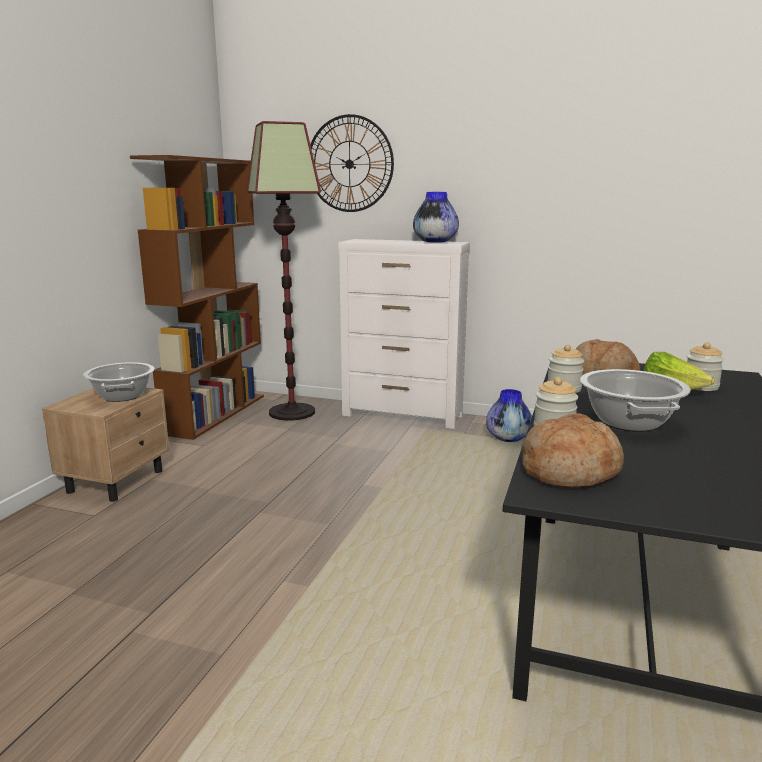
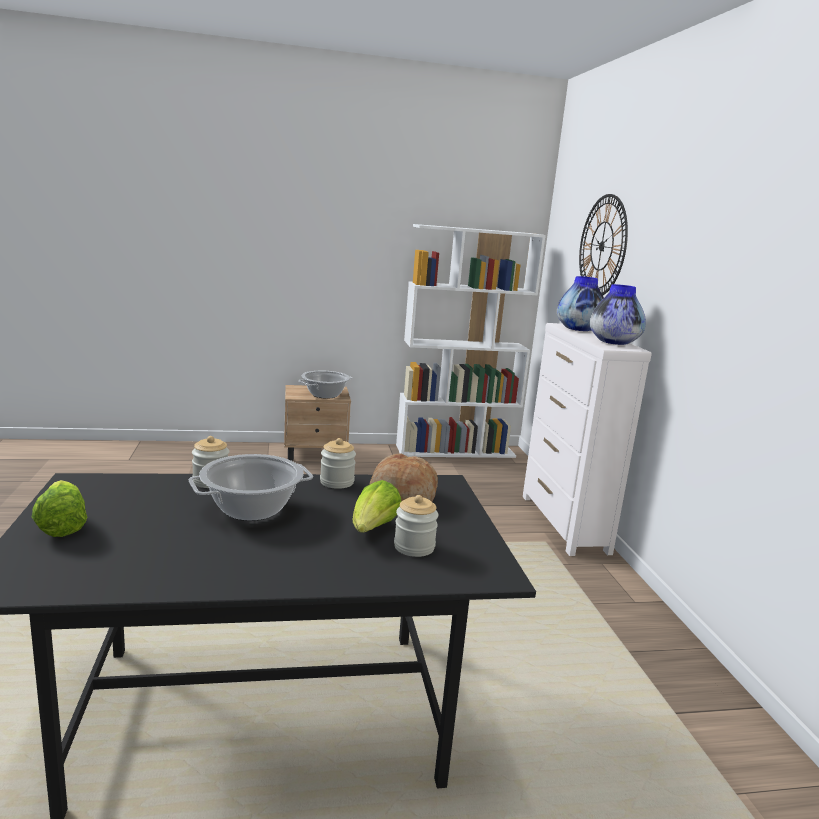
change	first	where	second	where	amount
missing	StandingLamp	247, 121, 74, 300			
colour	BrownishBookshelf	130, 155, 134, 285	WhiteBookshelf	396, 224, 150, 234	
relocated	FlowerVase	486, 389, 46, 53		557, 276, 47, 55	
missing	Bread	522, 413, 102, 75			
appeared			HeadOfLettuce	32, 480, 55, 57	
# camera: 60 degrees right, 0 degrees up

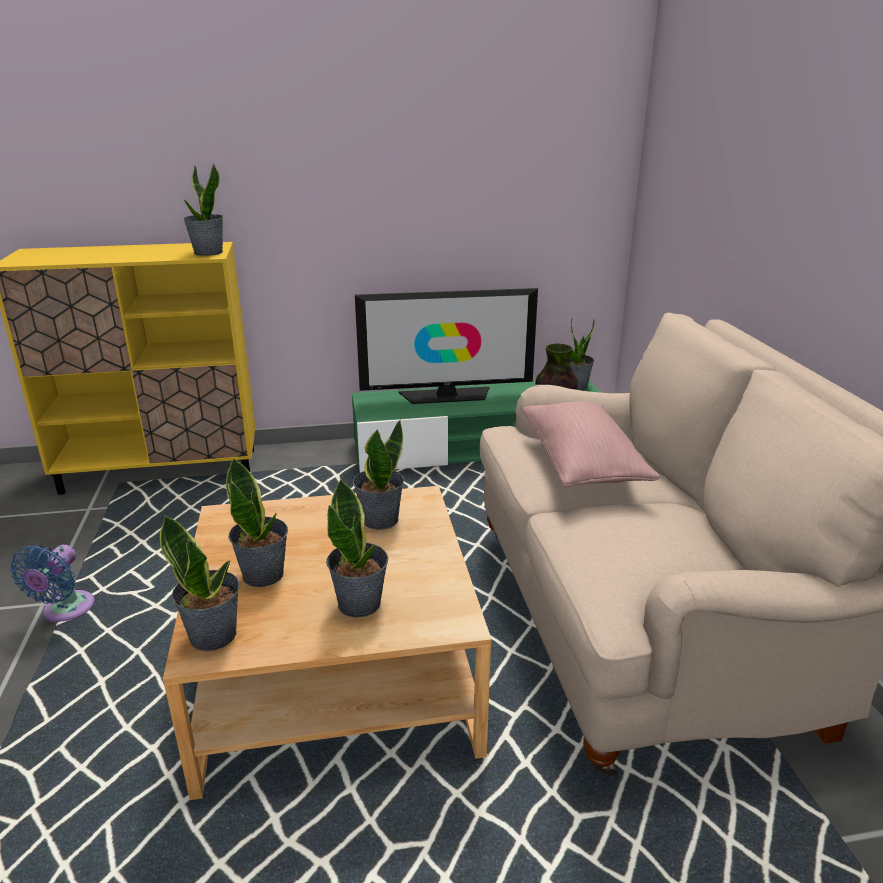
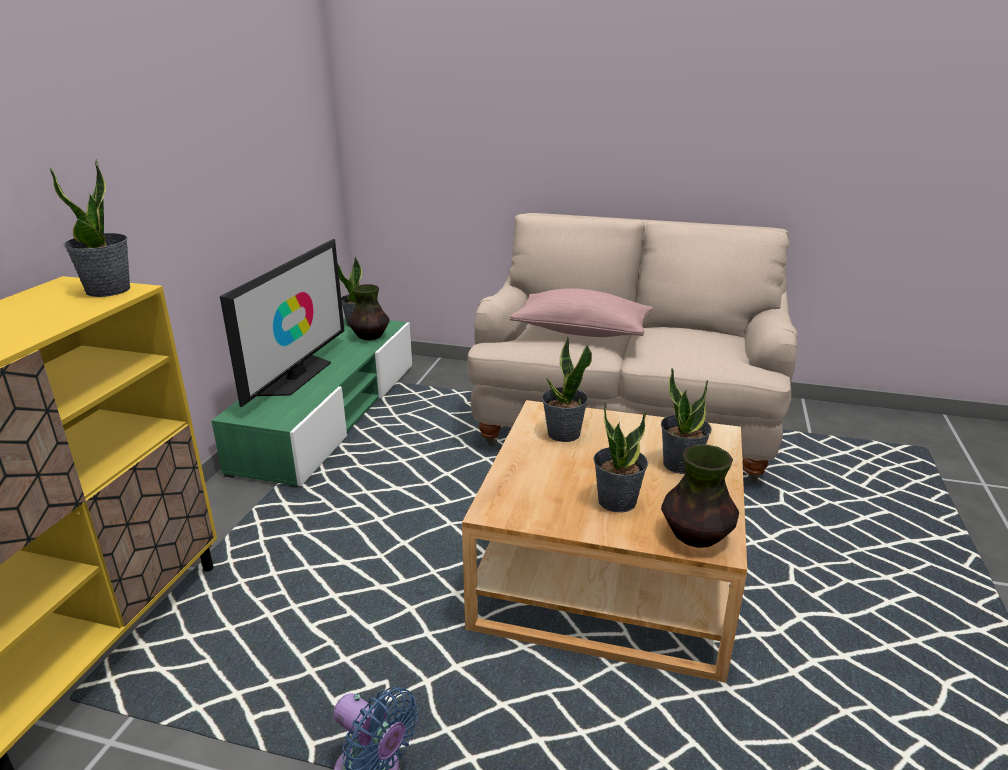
change	first	where	second	where	amount
exchanged	Houseplant	160, 515, 80, 136	FlowerVase	661, 444, 78, 104	
# camera: 65 degrees left, 0 degrees up

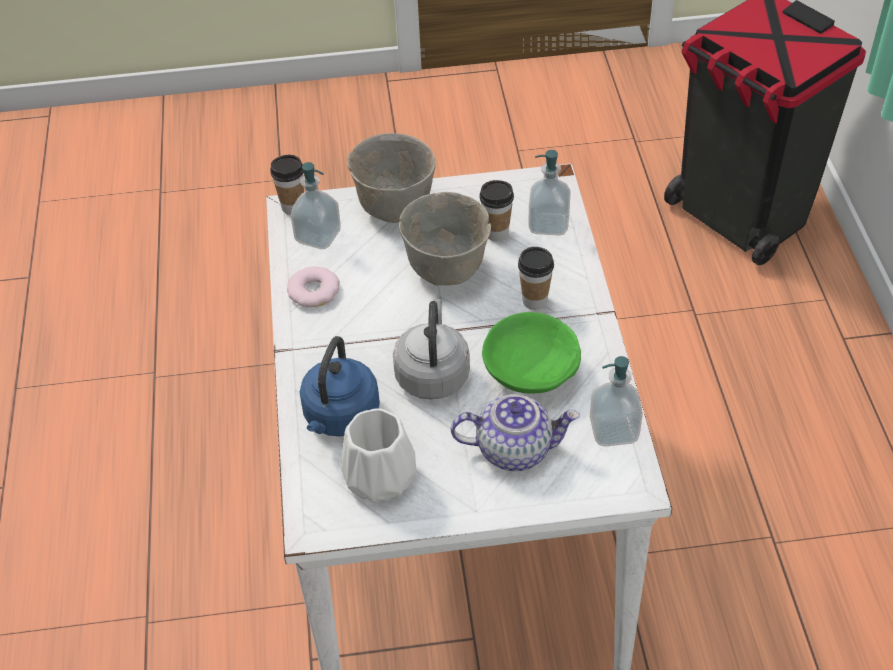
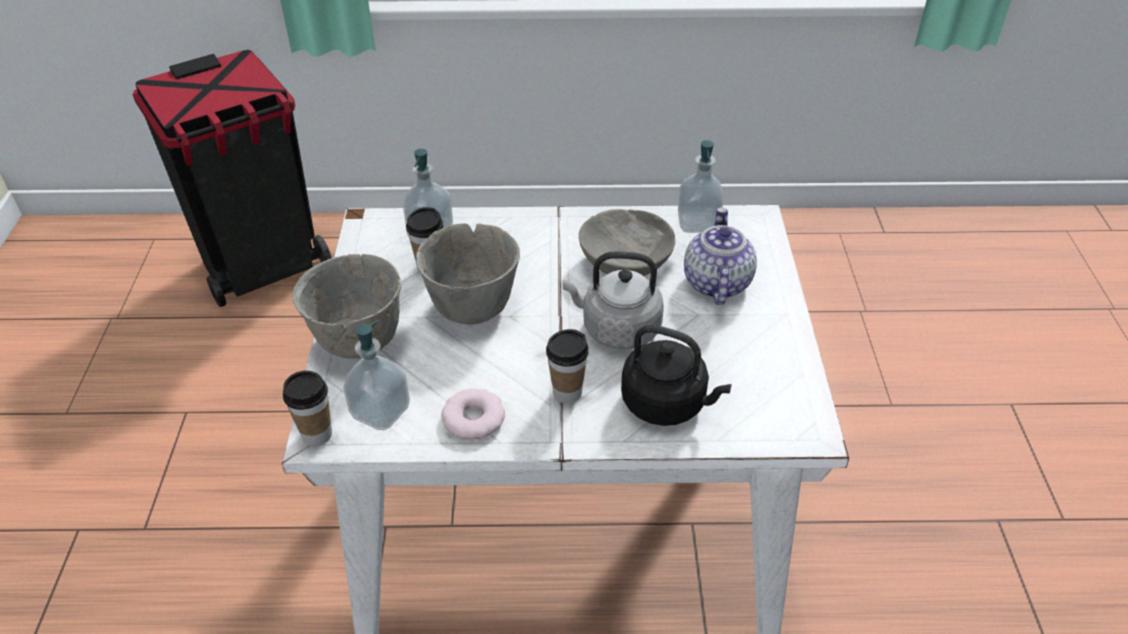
change	first	where	second	where	amount
relocated	SmallCup	518, 247, 36, 63		546, 329, 42, 75	
colour	GreenBowl	482, 312, 99, 82	GreyishBowl	579, 209, 96, 67	
colour	BlueKettle	300, 336, 80, 100	BlackKettle	621, 325, 111, 101	
missing	WhiteFlowerVase	341, 408, 76, 95			
# camera: 85 degrees left, 5 degrees down

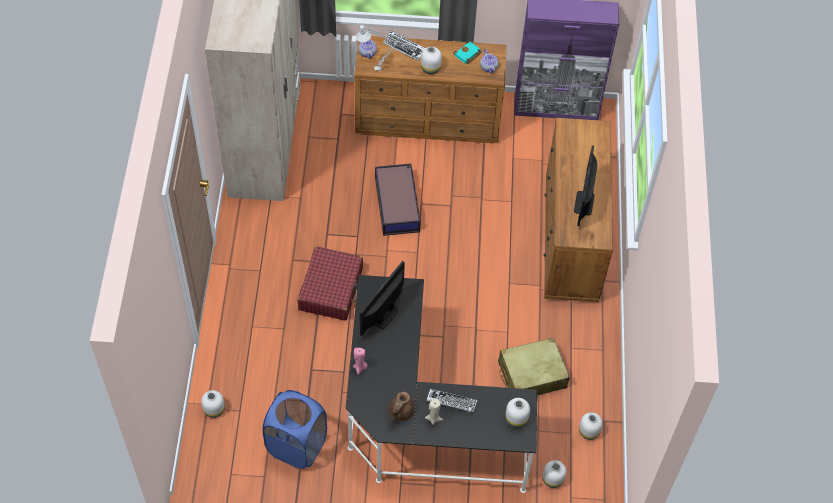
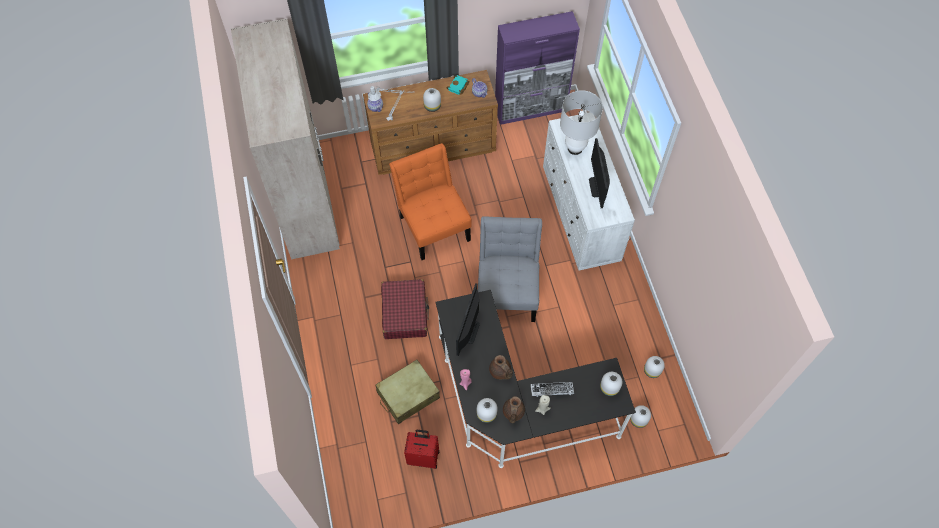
change	first	where	second	where	amount
missing	PcKeyboard	383, 31, 42, 30			
colour	BrownishChestOfDrawers	544, 118, 69, 184	WhiteChestOfDrawers	543, 112, 92, 159	
exchanged	StorageBin	375, 164, 46, 72	OrangeColouredPlainChair	389, 143, 83, 117	
relocated	SandColouredTravelCase	498, 338, 72, 57		375, 360, 65, 64	
relocated	WhiteFlowerVase	201, 390, 24, 28		477, 398, 21, 25	
exchanged	BlueHamper	263, 390, 64, 79	ReddishTravelCase	404, 430, 35, 39	
appeared			WhiteLampForATable	560, 90, 43, 65	
appeared			GreyishPlainChair	478, 216, 64, 106	
appeared			BrownishPotForTea	489, 355, 24, 24	
# camera: 15 degrees left, 5 degrees up

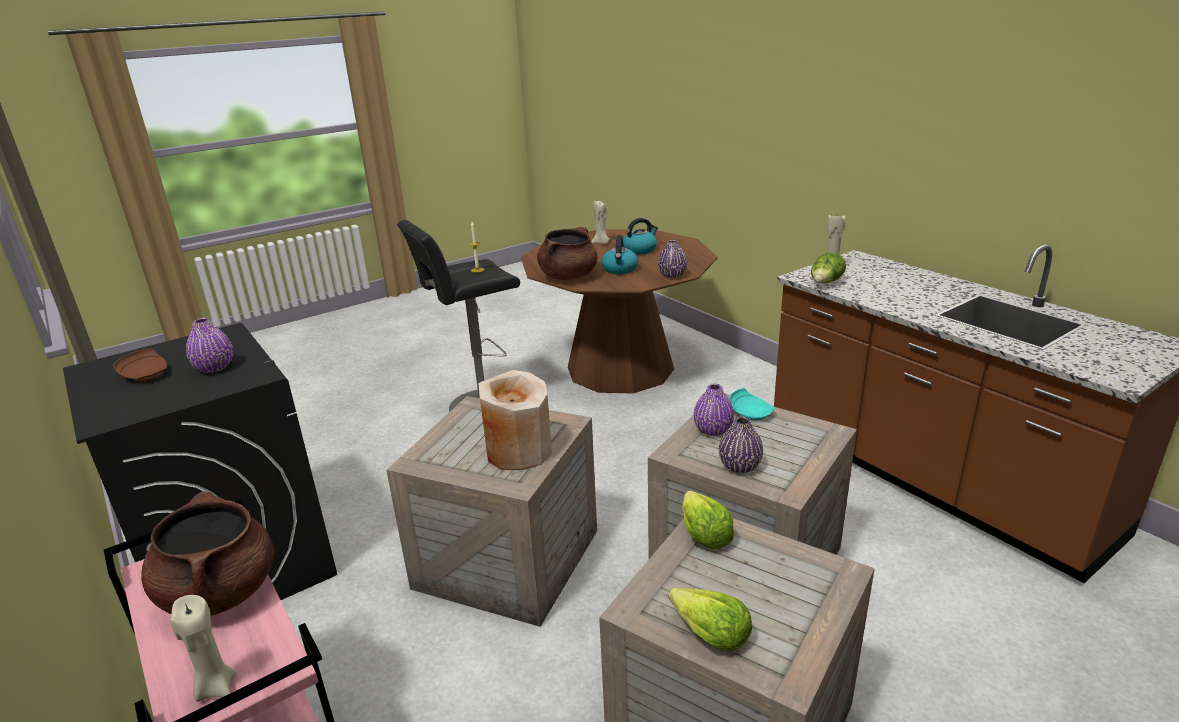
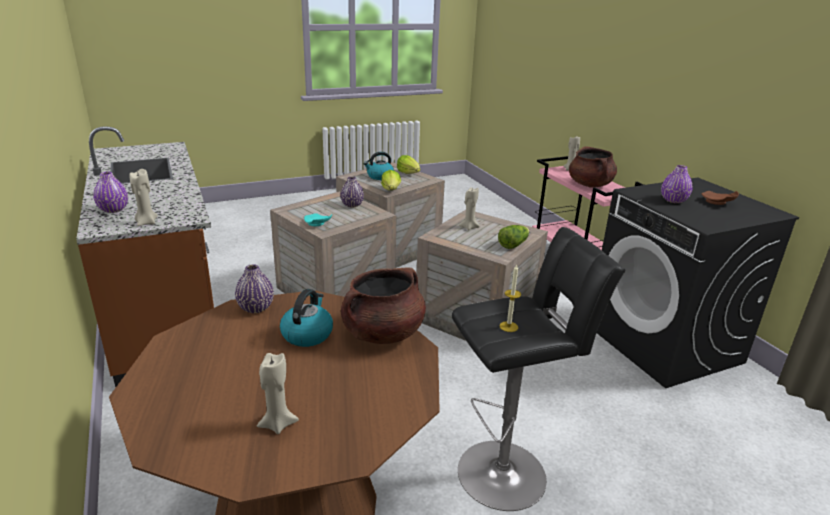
change	first	where	second	where	amount
relocated	Kettle	623, 218, 35, 37		364, 152, 30, 28	
relocated	HeadOfLettuce	811, 252, 35, 31		498, 225, 31, 24	
exchanged	SandColouredFlowerVase	478, 370, 74, 100	SandColouredWaxLight	459, 187, 21, 43	
relocated	PurpleColouredFlowerVase	693, 384, 41, 52		93, 172, 35, 41	
# camera: 170 degrees left, 0 degrees up

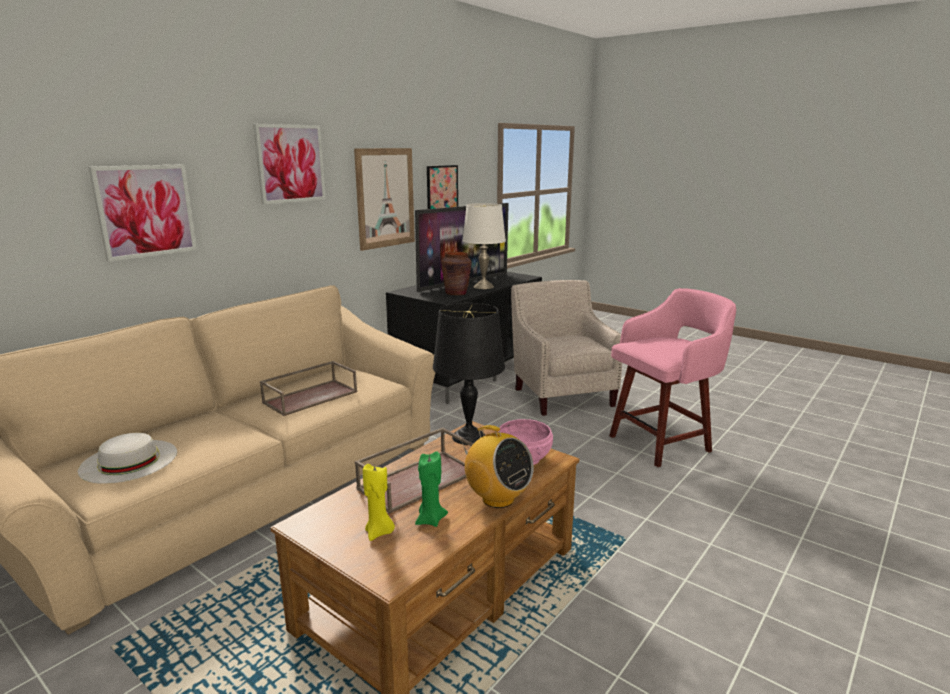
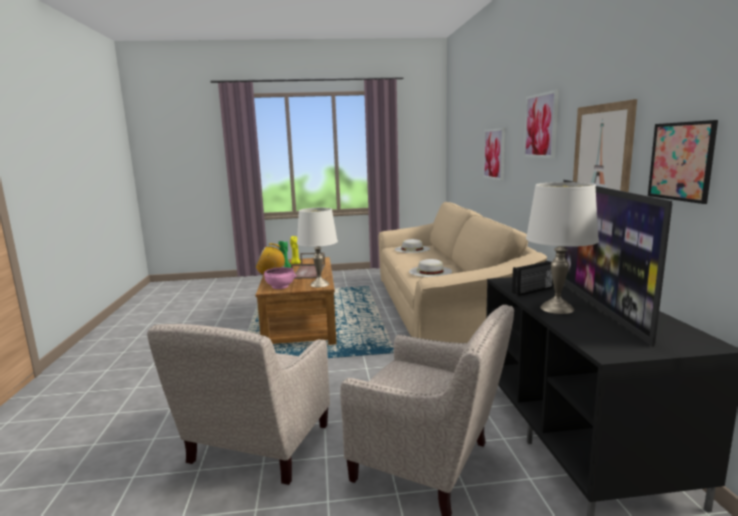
change	first	where	second	where	amount
exchanged	BrownishFlowerVase	441, 252, 31, 43	RadioSet	512, 261, 41, 35	
exchanged	PinkColouredStoolSeat	609, 288, 127, 179	SandColouredArmchair	147, 324, 183, 161	
colour	BlackLampForATable	433, 303, 72, 142	WhiteLampForATable	297, 208, 41, 79	
exchanged	BrownishServingTray	260, 361, 97, 55	WhiteHat	409, 259, 44, 18	
# camera: 135 degrees right, 5 degrees down

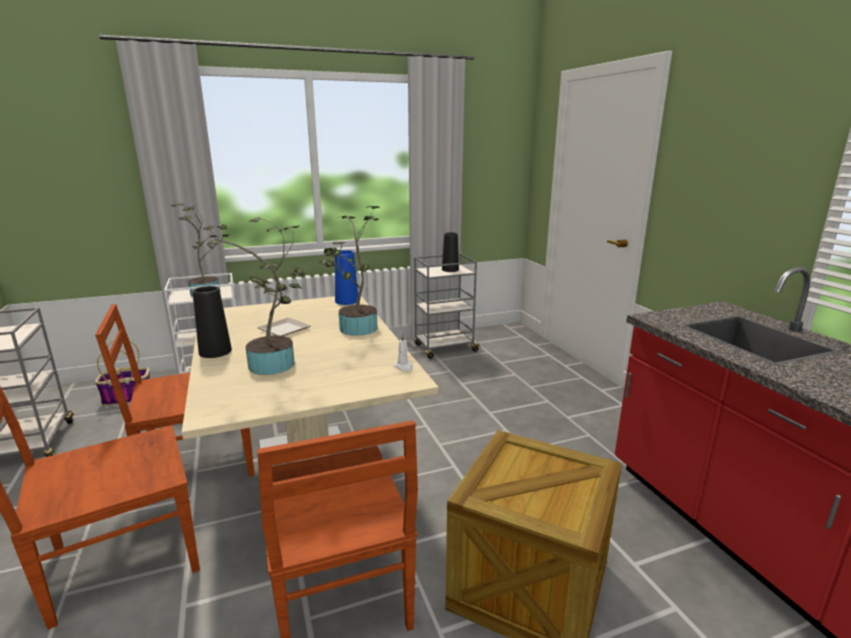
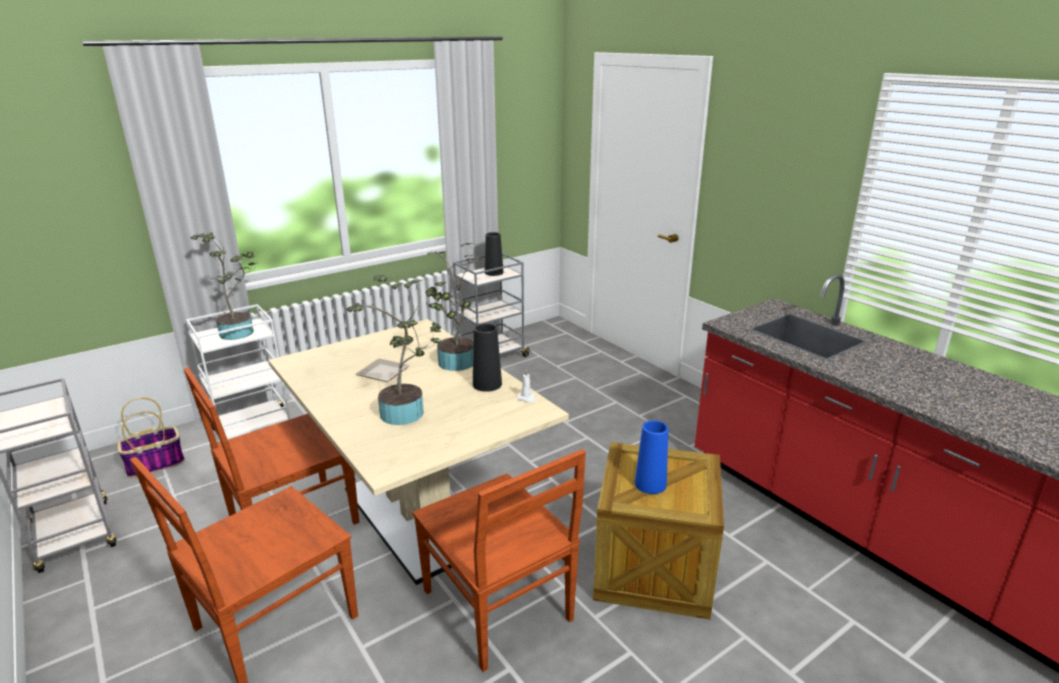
change	first	where	second	where	amount
relocated	BlueFlowerVase	335, 250, 23, 55		634, 420, 34, 74	
relocated	BlackFlowerVase	193, 286, 39, 72		473, 323, 29, 69	
# camera: 15 degrees left, 5 degrees up

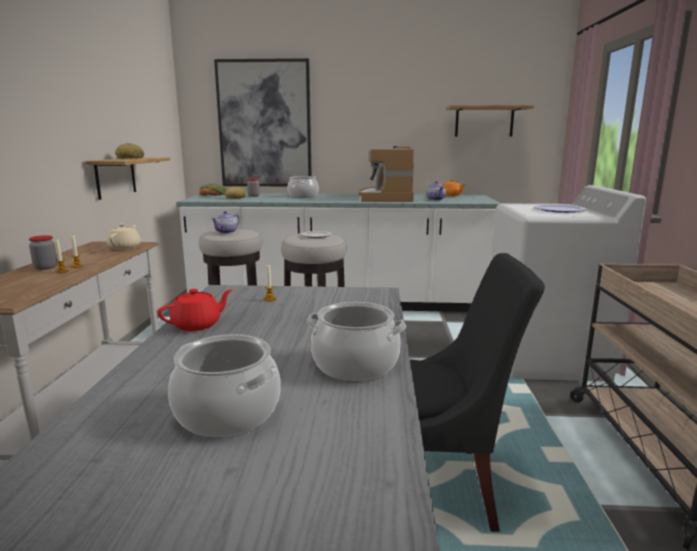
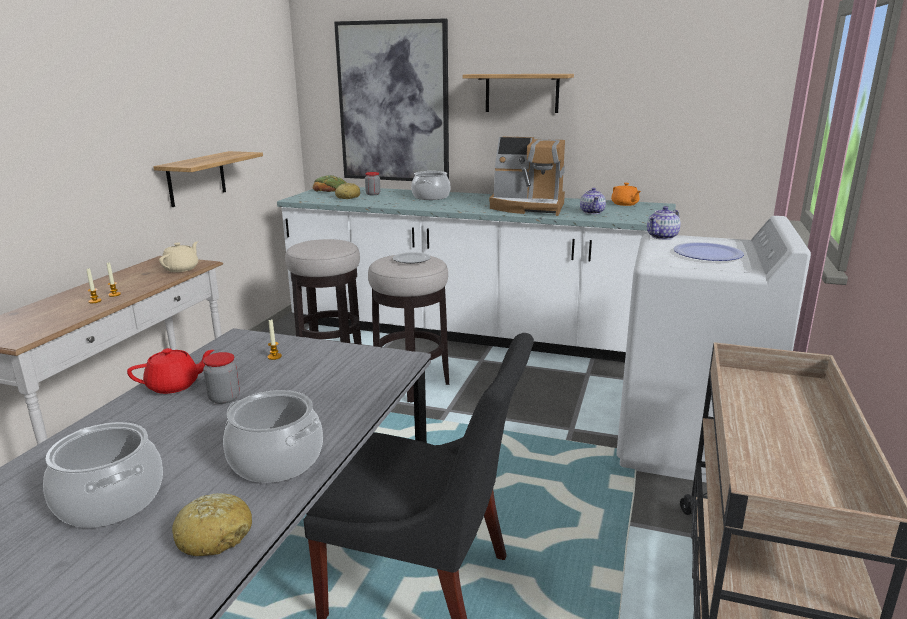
change	first	where	second	where	amount
relocated	WallShelf	446, 105, 88, 32		463, 74, 111, 39	
relocated	Bread	115, 143, 29, 16		172, 493, 80, 63	
spun	CoffeeBrewer	358, 146, 56, 56		489, 137, 76, 79	90 degrees counterclockwise
relocated	PotForTea	211, 211, 29, 23		647, 206, 34, 34	
relocated	PreserveJar	29, 235, 29, 35		203, 352, 37, 52	
# camera: 15 degrees right, 5 degrees up

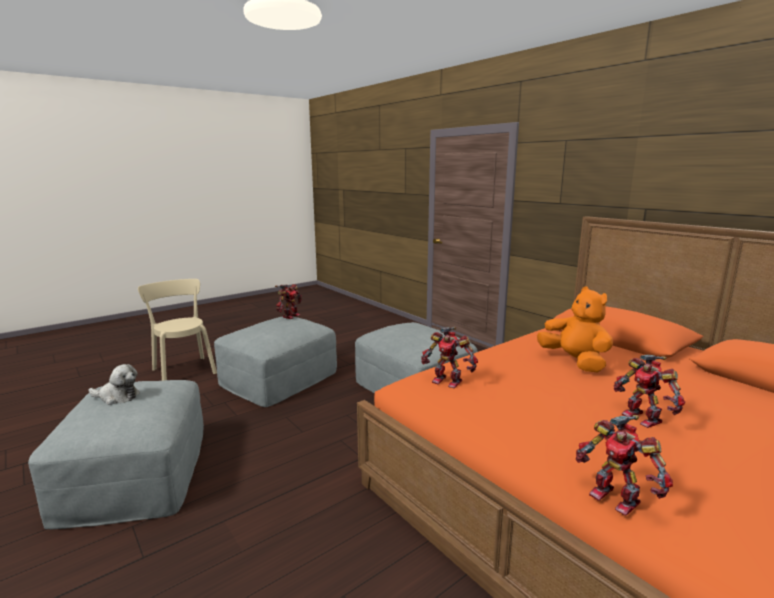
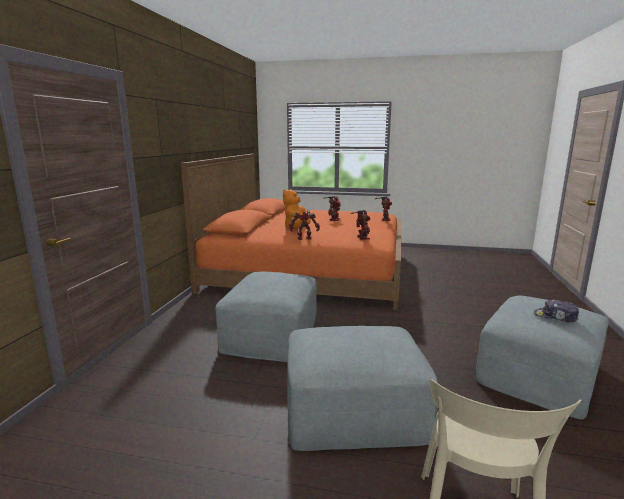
change	first	where	second	where	amount
relocated	ModelRobot	275, 284, 27, 35		289, 210, 31, 30	
exchanged	SoftToy	88, 364, 52, 41	PeakedCap	534, 299, 45, 23	
# camera: 130 degrees left, 0 degrees up

